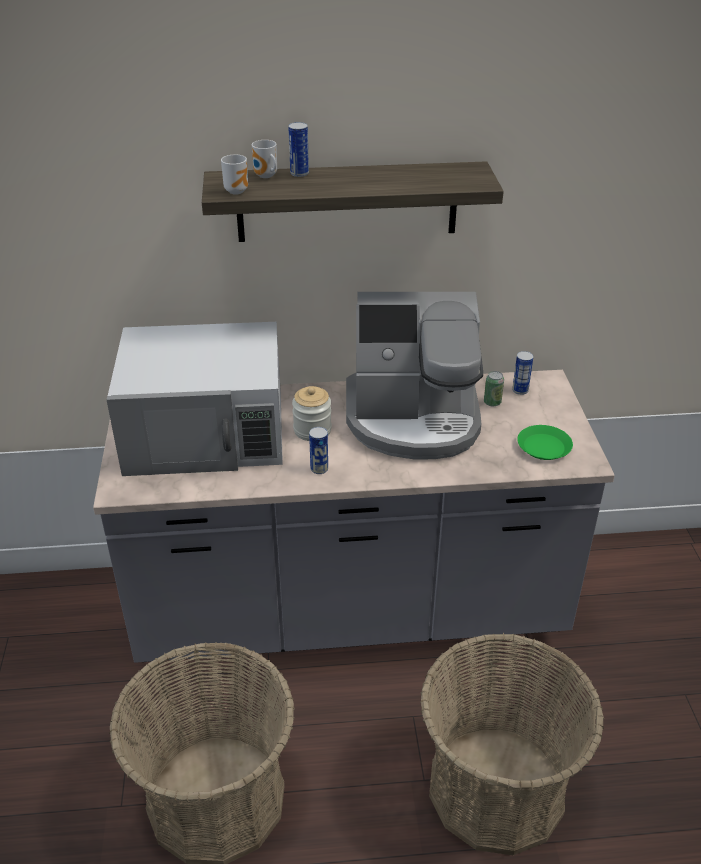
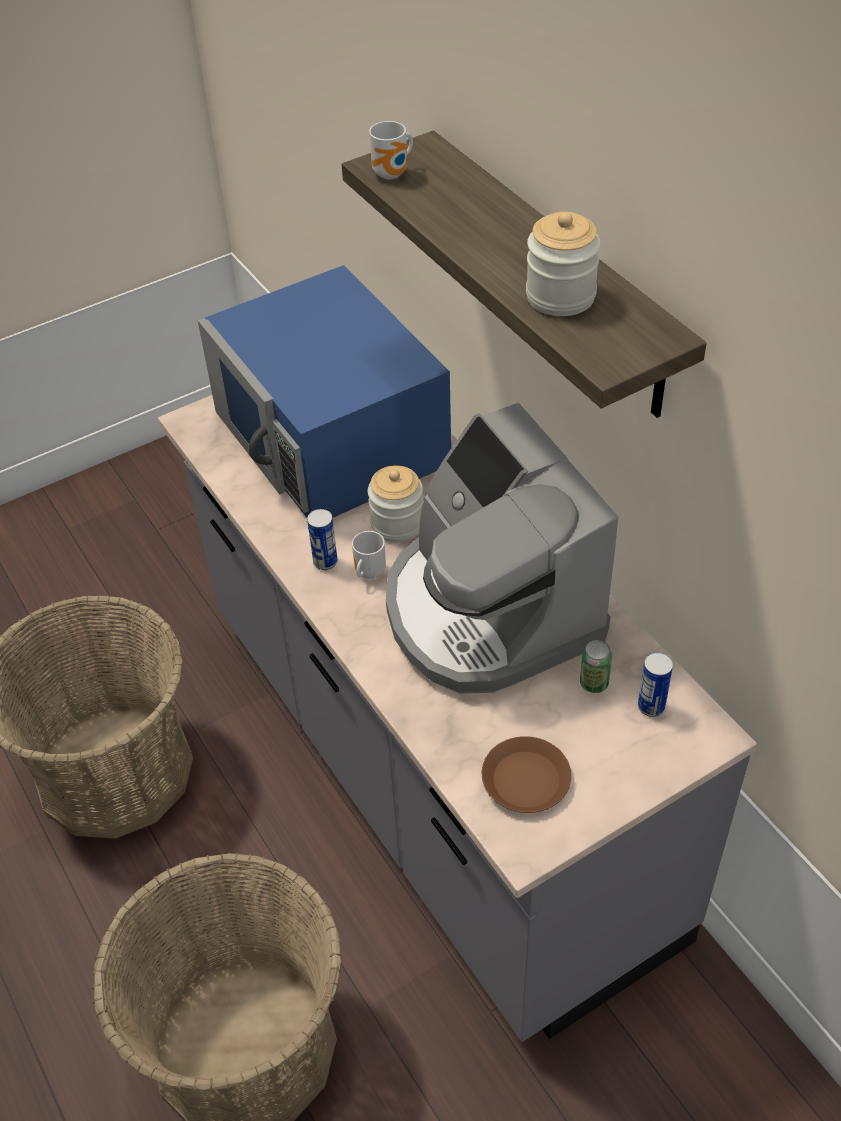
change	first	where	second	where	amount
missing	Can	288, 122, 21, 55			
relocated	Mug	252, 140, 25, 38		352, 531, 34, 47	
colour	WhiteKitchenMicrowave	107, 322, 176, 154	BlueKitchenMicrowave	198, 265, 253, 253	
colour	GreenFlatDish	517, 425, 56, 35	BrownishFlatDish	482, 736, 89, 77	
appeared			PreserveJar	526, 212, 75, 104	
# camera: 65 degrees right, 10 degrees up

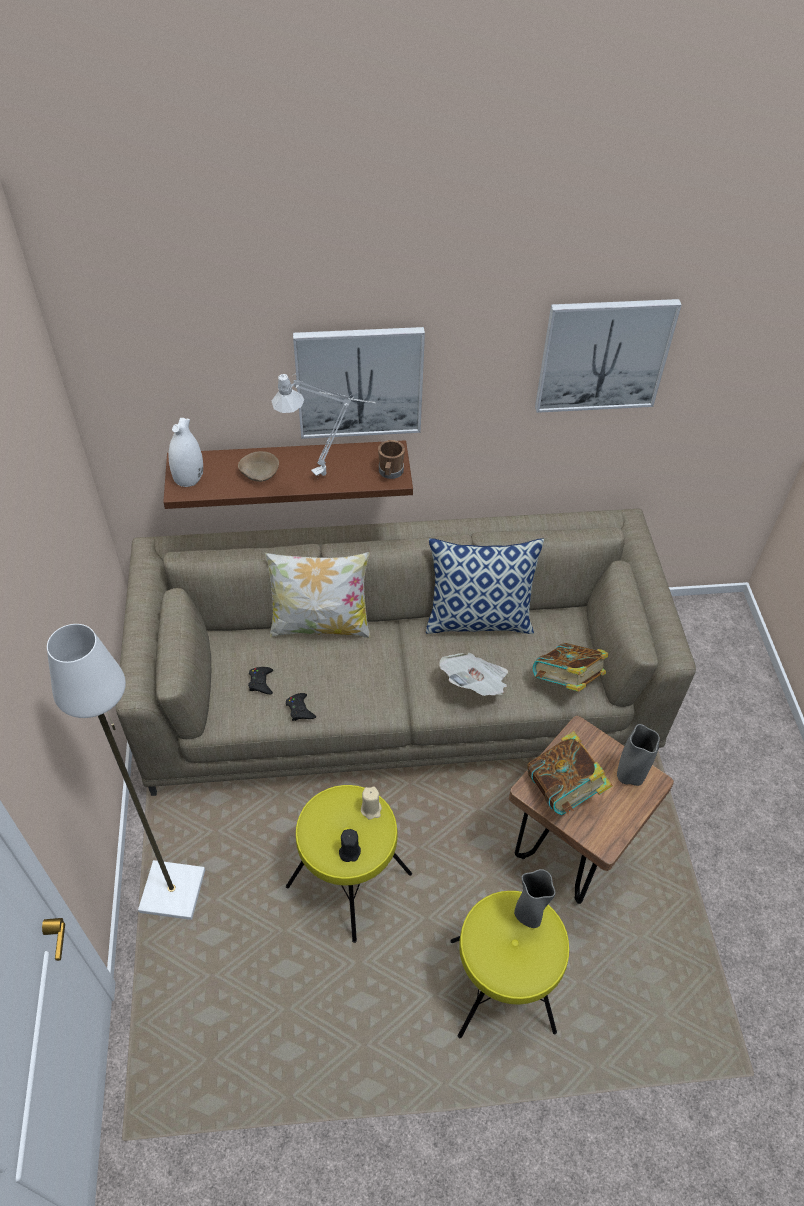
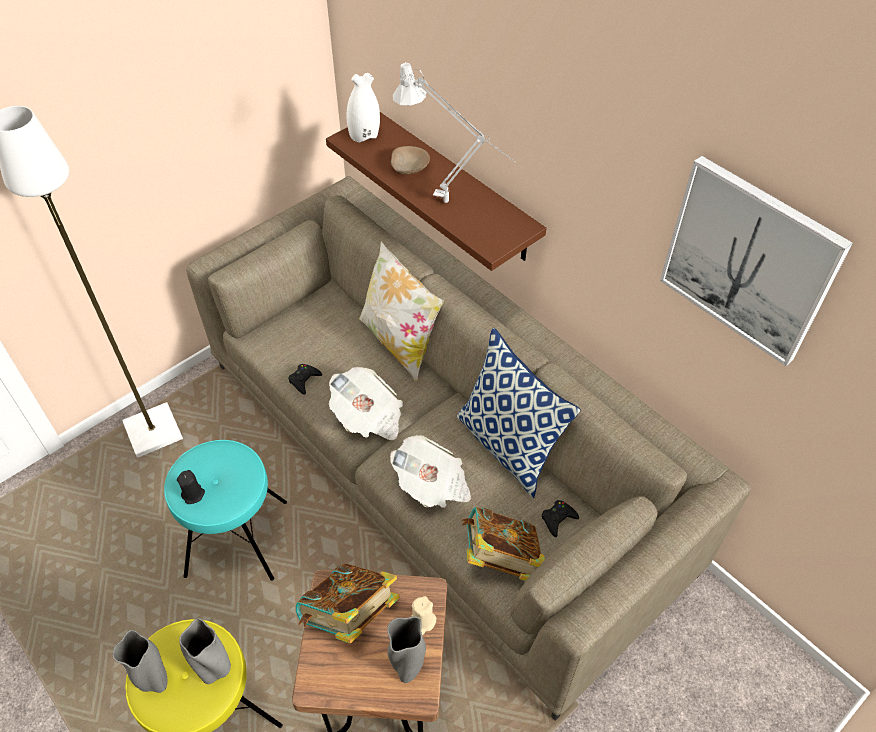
change	first	where	second	where	amount
missing	WallPicture	293, 327, 132, 112			
missing	BrownishMug	378, 440, 27, 39			
relocated	BlackJoypad	248, 667, 25, 27		541, 500, 38, 37	
colour	YellowishStoolSeat	286, 785, 126, 158	TurquoiseColouredStoolSeat	164, 440, 123, 141	
relocated	SandColouredWaxLight	361, 787, 21, 33		411, 596, 25, 39	
appeared			PrintedPaper	329, 367, 74, 73	
appeared			GreyishFlowerVase	113, 630, 55, 63	
# camera: 55 degrees right, 0 degrees up

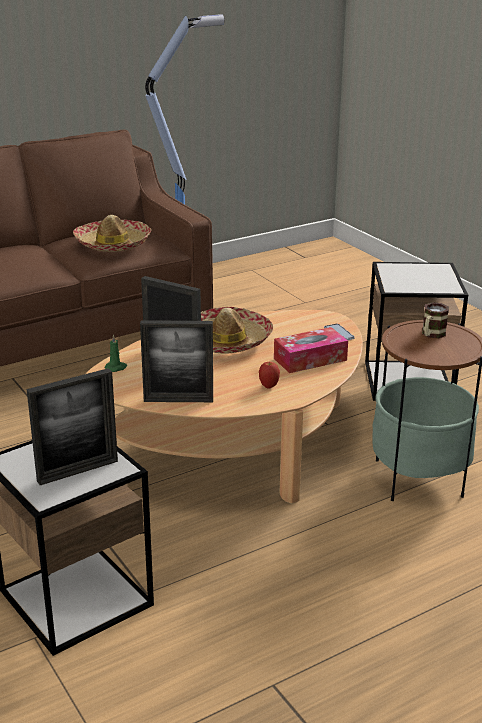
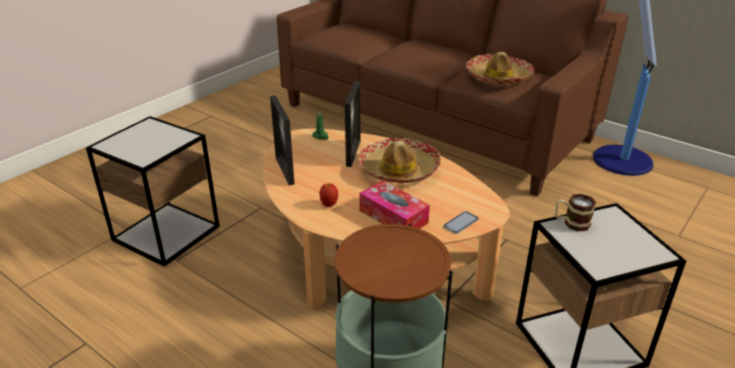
change	first	where	second	where	amount
relocated	Mug	422, 302, 27, 36		555, 194, 41, 38	
missing	PictureFrame	27, 368, 91, 117			
# camera: 70 degrees right, 5 degrees up

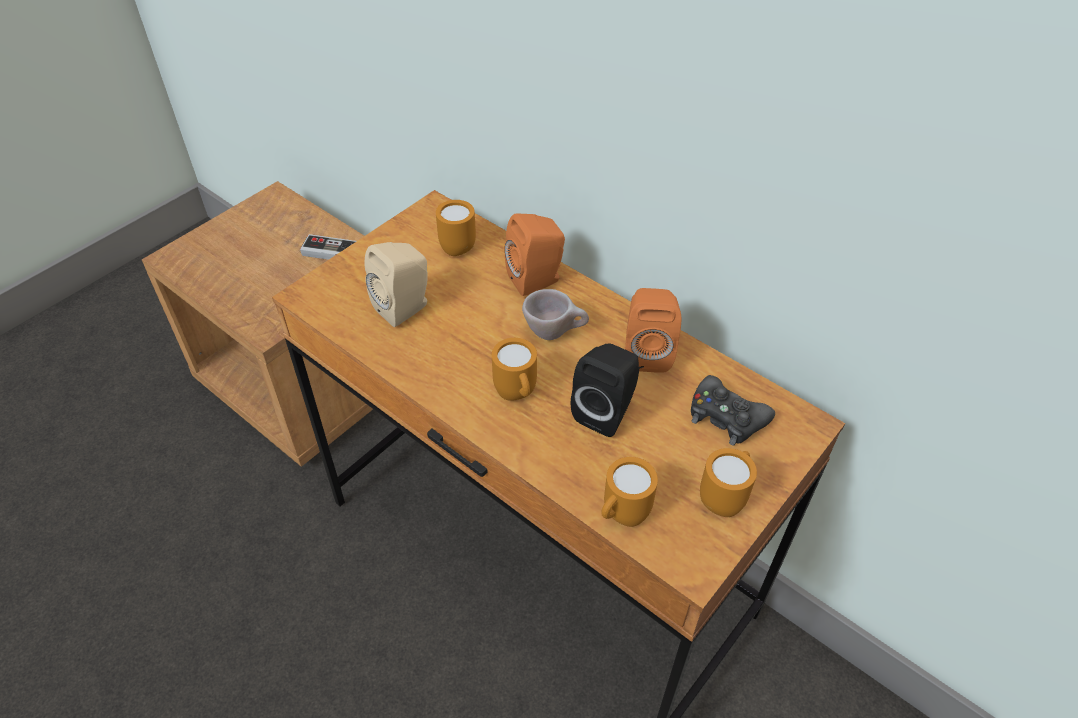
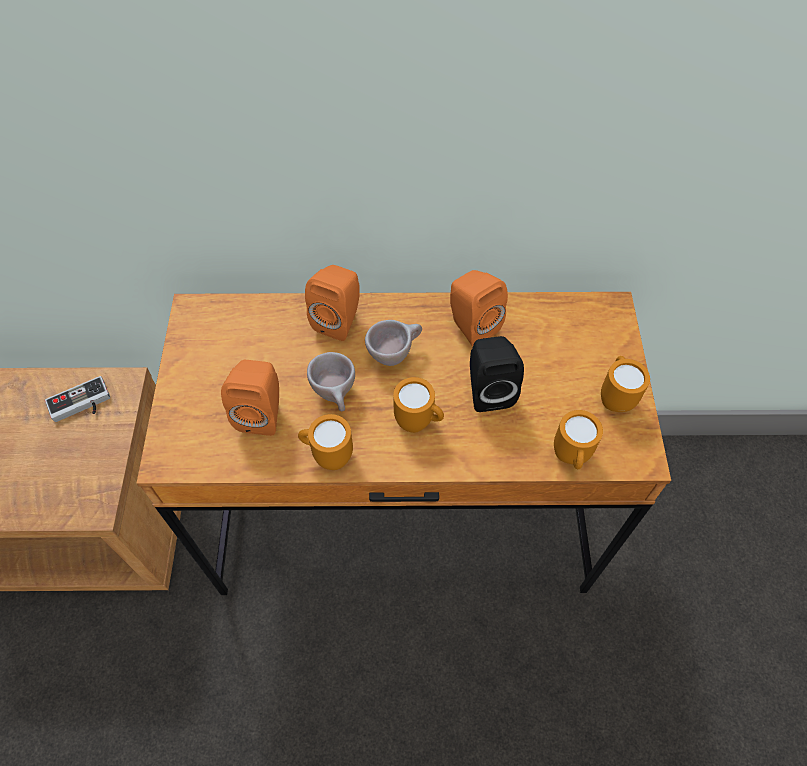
change	first	where	second	where	amount
relocated	OrangeColouredMug	436, 200, 40, 56		298, 414, 55, 56	
colour	SandColouredLoudspeaker	365, 242, 63, 85	OrangeColouredLoudspeaker	221, 360, 58, 76	
missing	BlackJoypad	691, 375, 84, 71			
appeared			SandColouredSmallCup	307, 352, 48, 59	
# camera: 40 degrees left, 10 degrees up

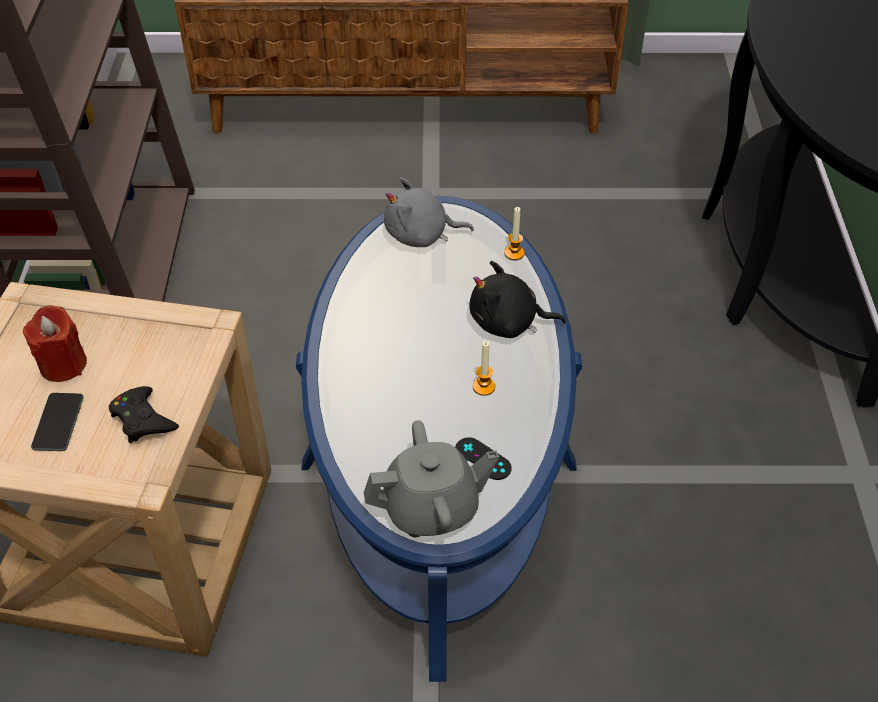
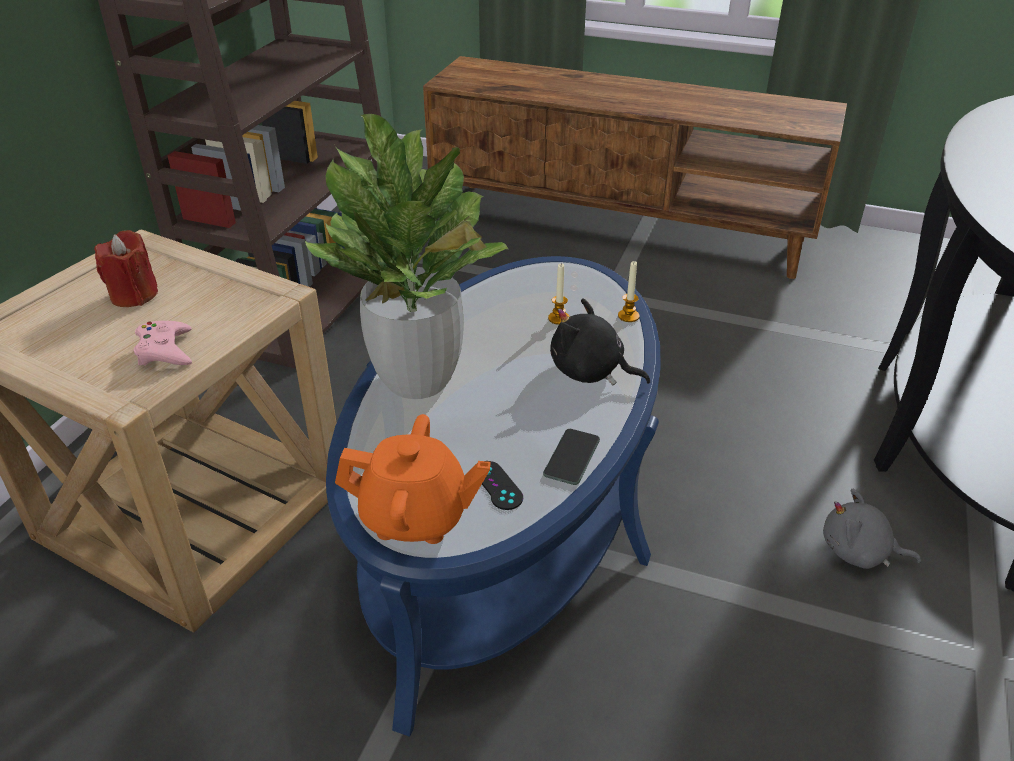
change	first	where	second	where	amount
relocated	GreyishSoftToy	384, 177, 90, 70		823, 489, 98, 80	
relocated	WaxLight	473, 341, 22, 55		548, 263, 22, 62	
colour	BlackJoypad	109, 386, 70, 57	PinkColouredJoypad	134, 321, 58, 45	
relocated	Handset	31, 393, 53, 58		543, 429, 57, 56	
colour	GreyishPotForTea	364, 420, 135, 117	OrangeColouredPotForTea	335, 414, 156, 130	
appeared			Houseplant	305, 114, 203, 285	
# camera: 20 degrees right, 10 degrees down

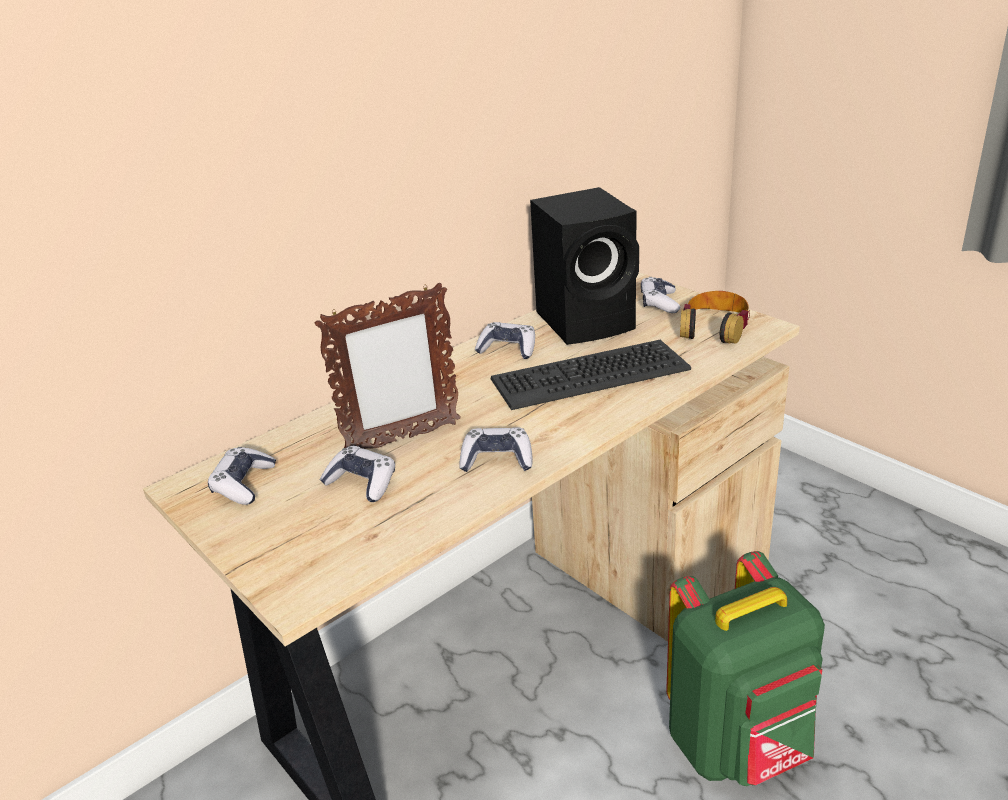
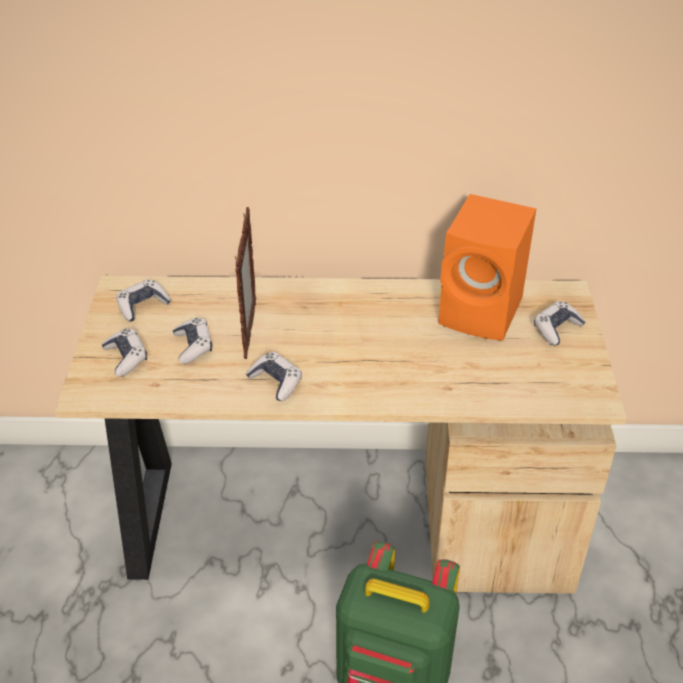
change	first	where	second	where	amount
colour	BlackLoudspeaker	530, 187, 109, 158	OrangeColouredLoudspeaker	438, 194, 98, 147	
spun	PictureFrame	314, 283, 147, 166		235, 207, 21, 152	105 degrees counterclockwise
missing	PairOfHeadphones	680, 291, 70, 53			
relocated	Joypad	475, 322, 60, 37		102, 329, 45, 48	
missing	PcKeyboard	490, 340, 201, 70			
# camera: 40 degrees right, 10 degrees up

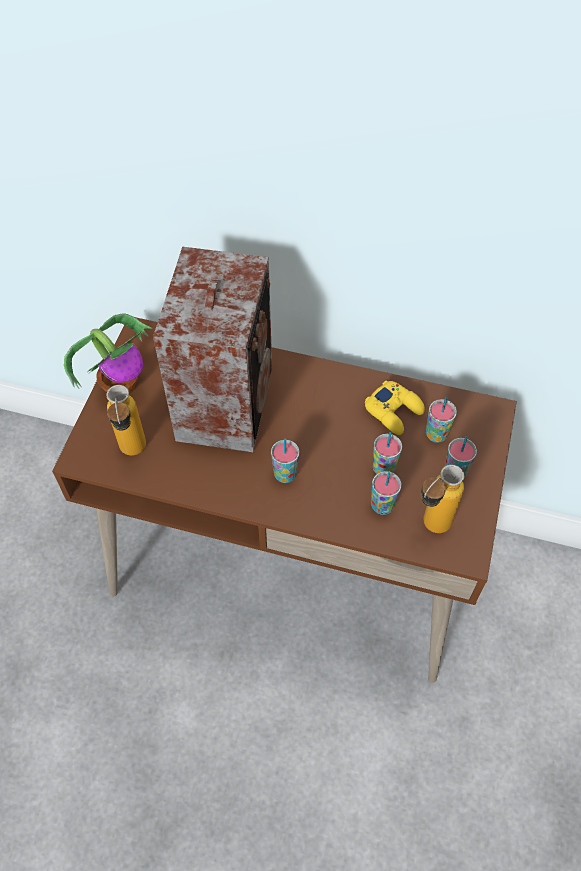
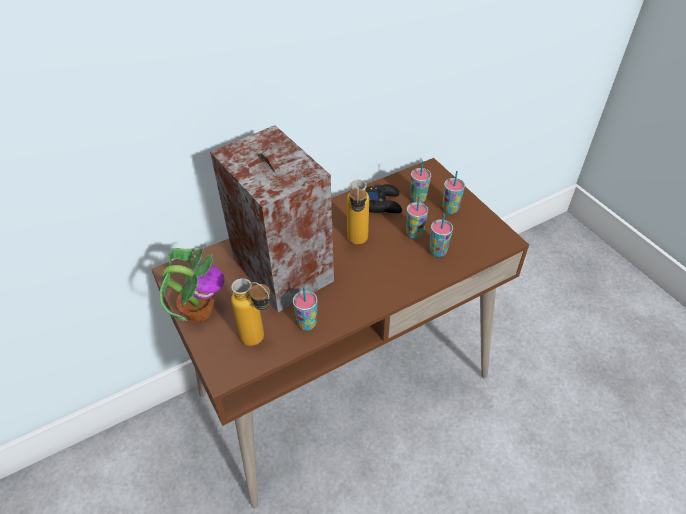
change	first	where	second	where	amount
colour	YellowishJoypad	365, 380, 60, 55	BlackJoypad	366, 184, 36, 29	
relocated	SmallCup	271, 439, 29, 44		293, 287, 24, 44	
relocated	Bottle	421, 465, 43, 68		347, 179, 22, 65	
# camera: 45 degrees left, 10 degrees down

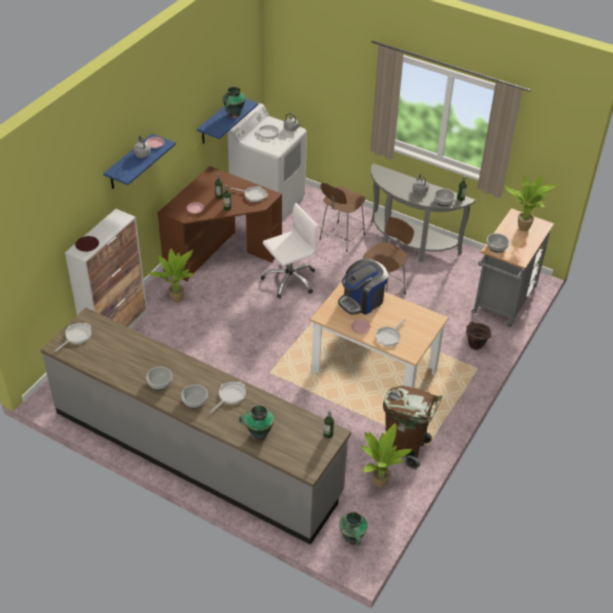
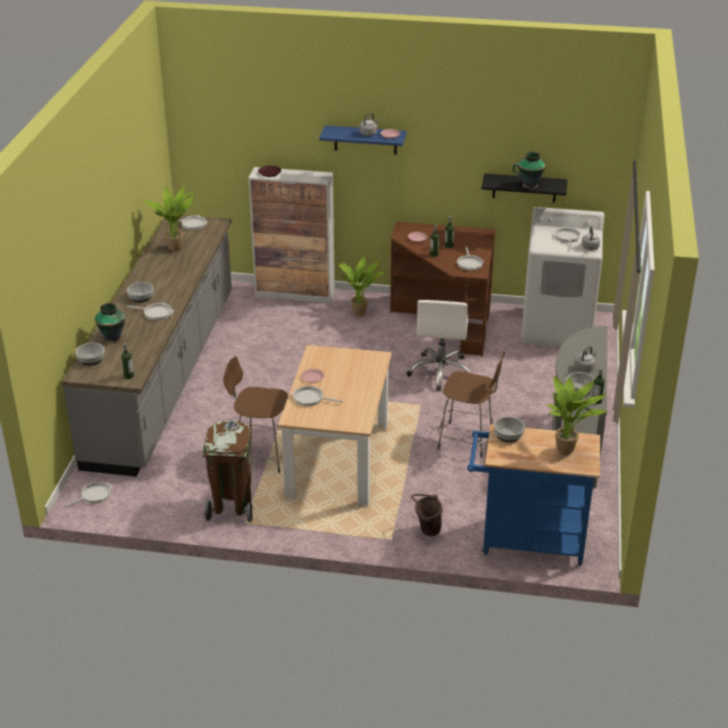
change	first	where	second	where	amount
colour	BlueWallShelf	197, 99, 61, 45	BlackWallShelf	482, 173, 85, 30	
relocated	BrownishStoolSeat	320, 183, 45, 69		223, 356, 65, 117	
spun	WhiteComputerChair	261, 203, 57, 95		406, 300, 65, 91	60 degrees clockwise
colour	GreyishCart	472, 208, 82, 119	BlueCart	467, 424, 133, 142	
missing	CoffeeBrewer	338, 258, 50, 57			
relocated	Bowl	146, 367, 26, 23		75, 343, 30, 22	
relocated	Houseplant	361, 423, 51, 65		144, 186, 51, 65	
exchanged	FlowerVase	339, 512, 29, 34	Pan	64, 482, 48, 25	
# camera: 70 degrees right, 10 degrees down

